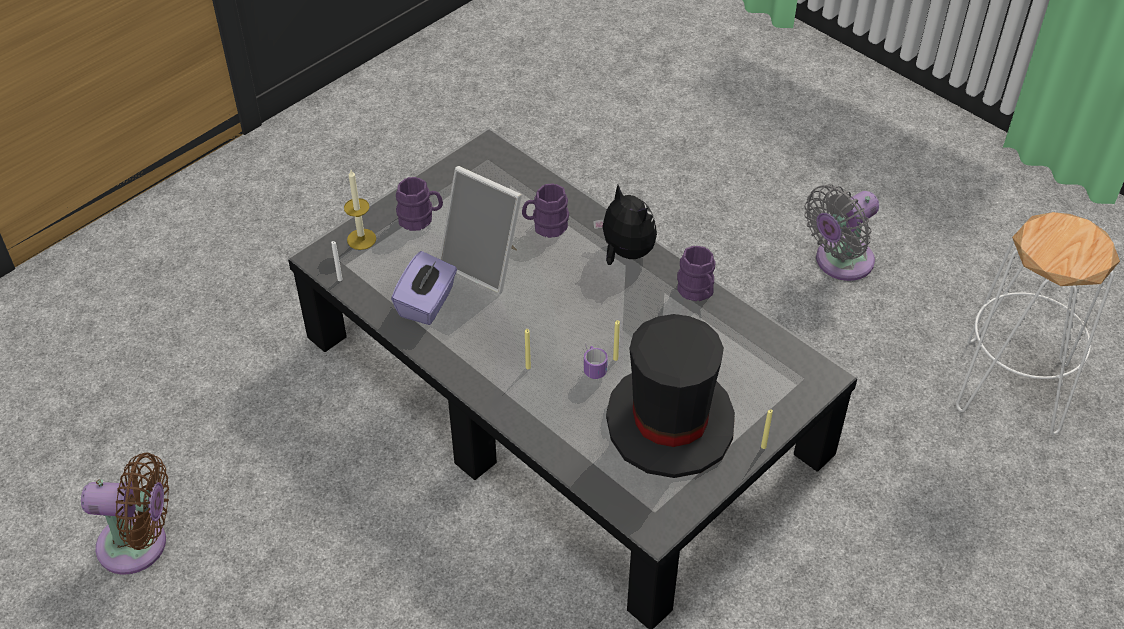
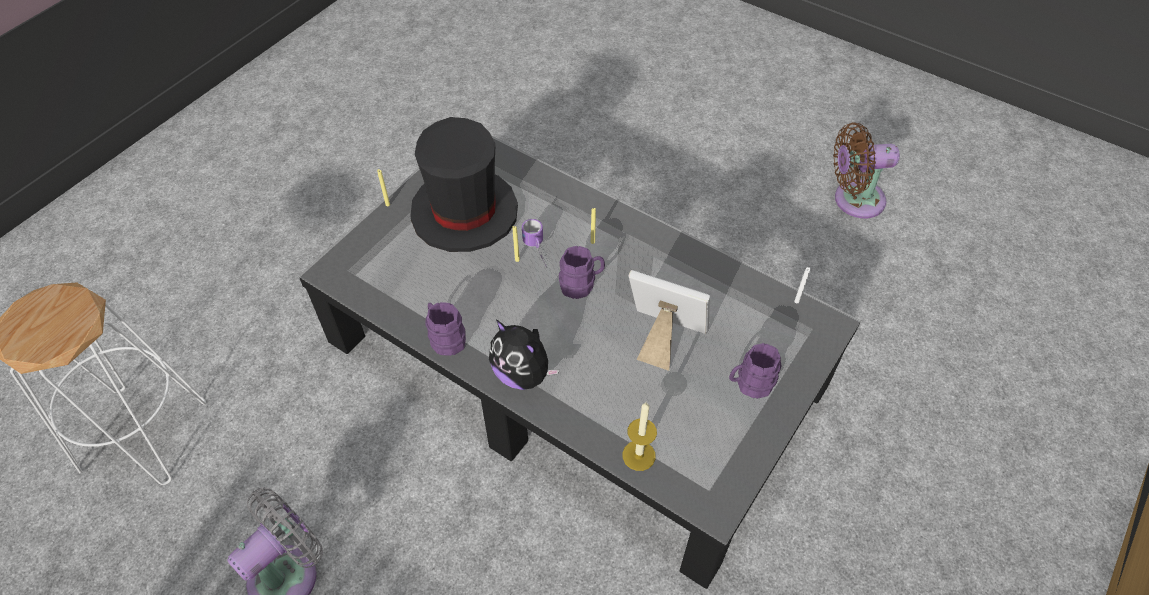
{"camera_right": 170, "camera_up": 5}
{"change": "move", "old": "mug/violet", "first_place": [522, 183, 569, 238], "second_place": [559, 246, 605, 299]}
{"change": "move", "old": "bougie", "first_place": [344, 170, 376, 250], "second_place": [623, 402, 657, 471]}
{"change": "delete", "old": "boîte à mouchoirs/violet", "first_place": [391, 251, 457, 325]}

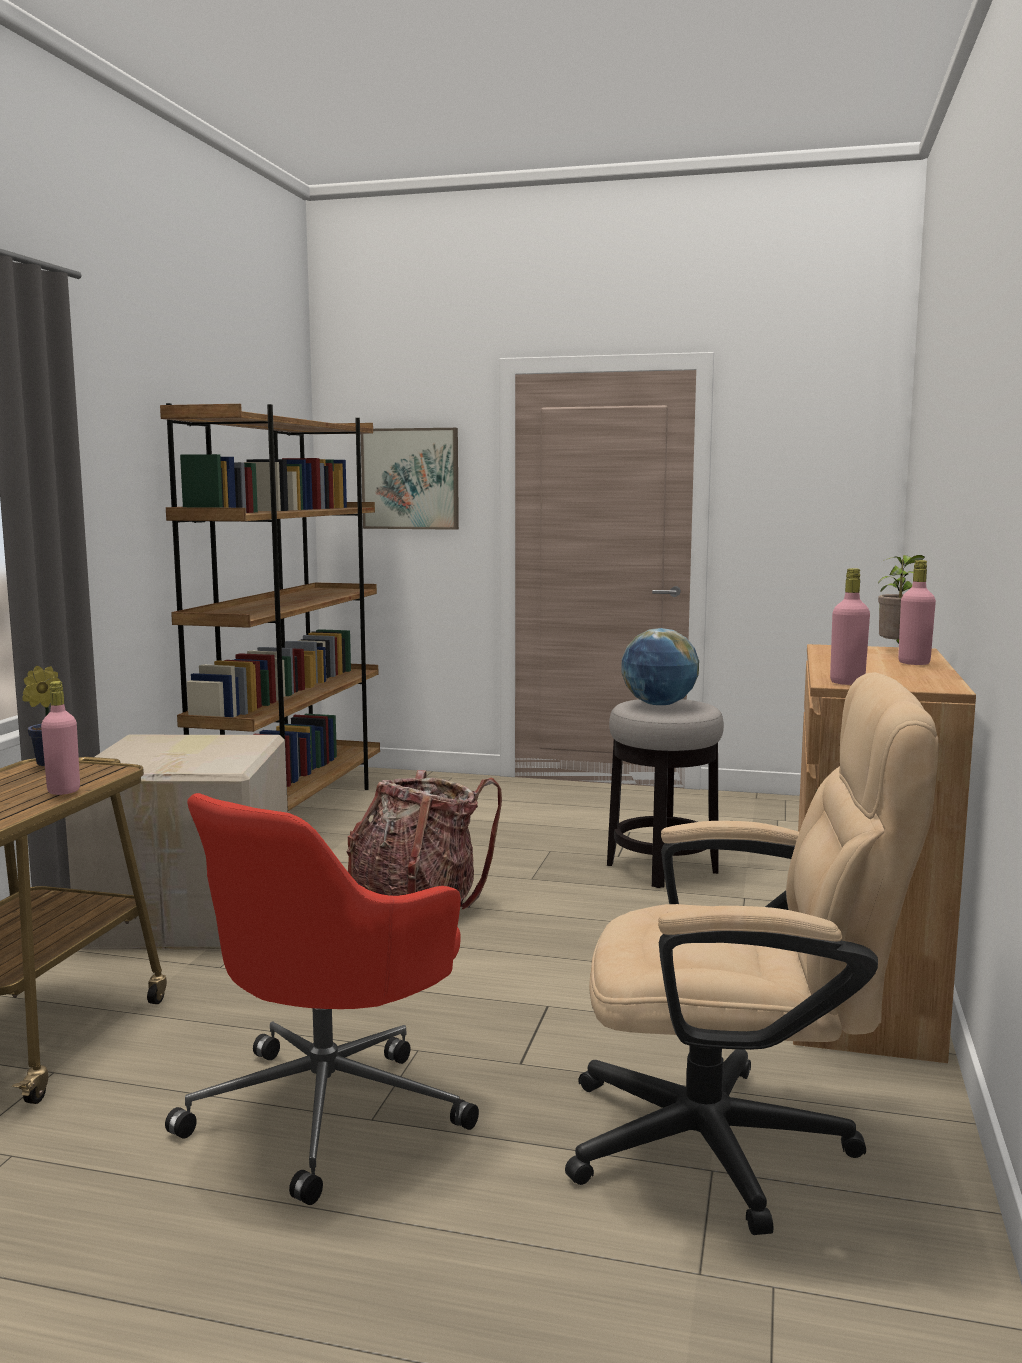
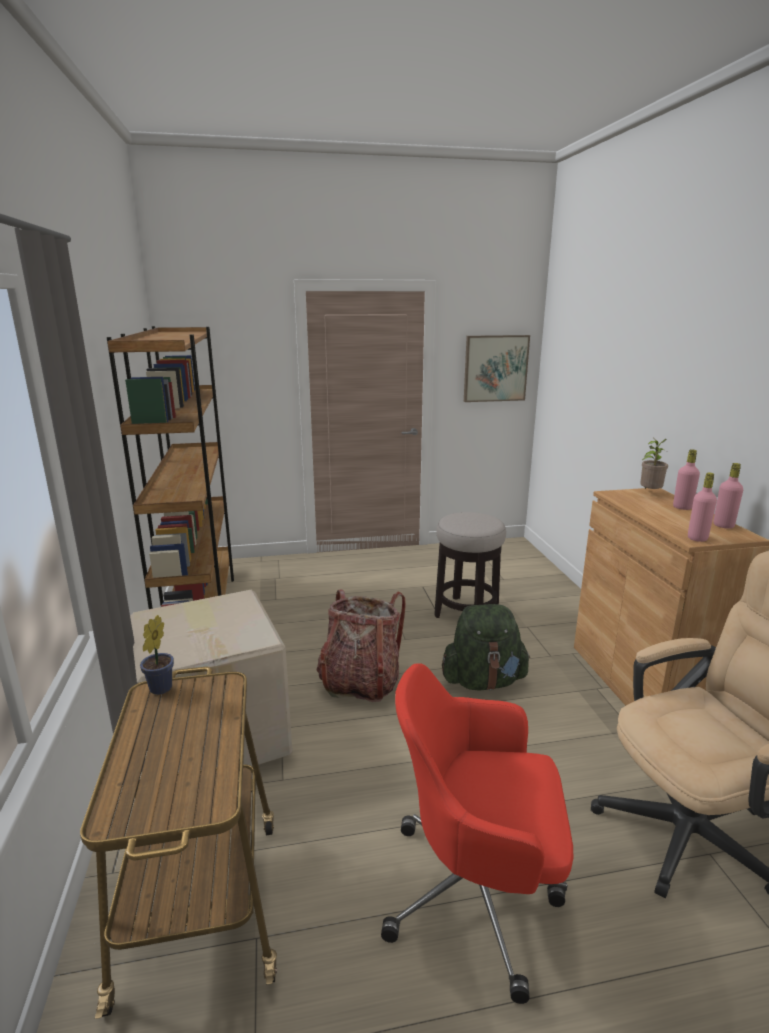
{"camera_right": -25, "camera_up": 10}
{"change": "rotate", "old": "chaise de bureau/rouge", "first_place": [165, 793, 479, 1205], "second_place": [381, 663, 573, 1004], "degrees": 90}
{"change": "insert", "new": "sac à dos/vert", "second_place": [442, 604, 530, 690]}
{"change": "move", "old": "tableau", "first_place": [361, 428, 459, 530], "second_place": [464, 335, 530, 402]}
{"change": "move", "old": "bouteille/rose", "first_place": [41, 681, 80, 795], "second_place": [713, 463, 743, 529]}
{"change": "delete", "old": "globe", "first_place": [621, 628, 699, 705]}

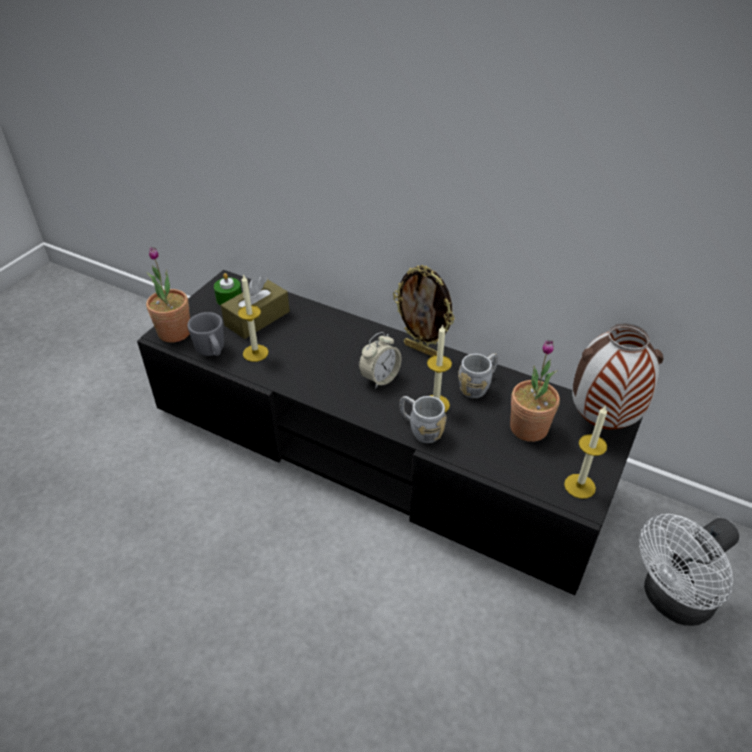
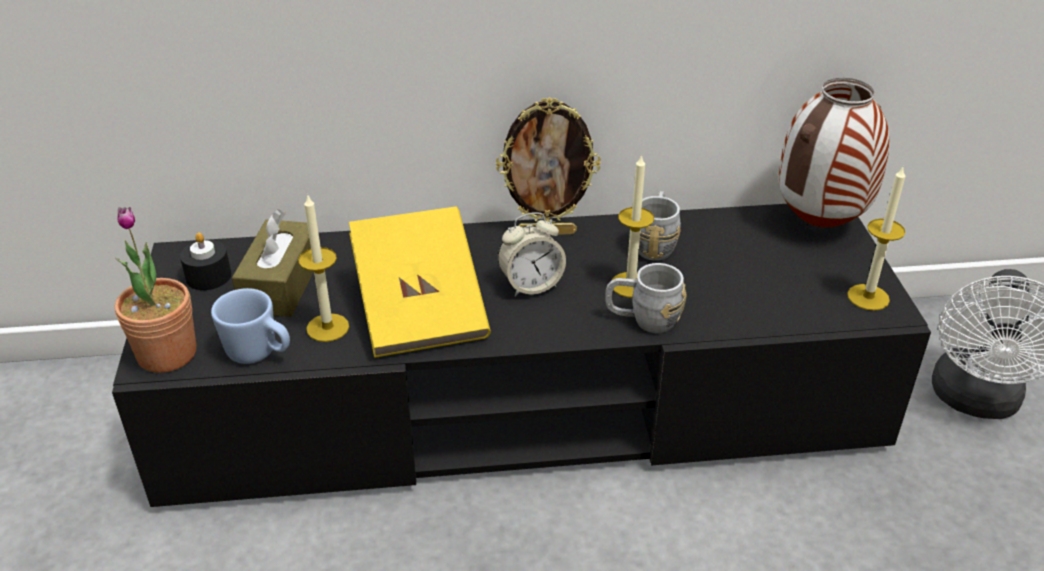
{"camera_right": -35, "camera_up": -5}
{"change": "recolor", "old": "bougie/vert", "new": "bougie/noir", "first_place": [214, 273, 242, 306], "second_place": [180, 233, 231, 290]}
{"change": "recolor", "old": "mug/gris", "new": "mug/bleu", "first_place": [187, 312, 224, 356], "second_place": [211, 288, 290, 364]}
{"change": "insert", "new": "livre/jaune", "second_place": [349, 206, 491, 358]}
{"change": "rotate", "old": "réveil", "first_place": [358, 332, 402, 389], "second_place": [498, 212, 566, 297], "degrees": 60}
{"change": "delete", "old": "plante en pot", "first_place": [510, 340, 560, 442]}

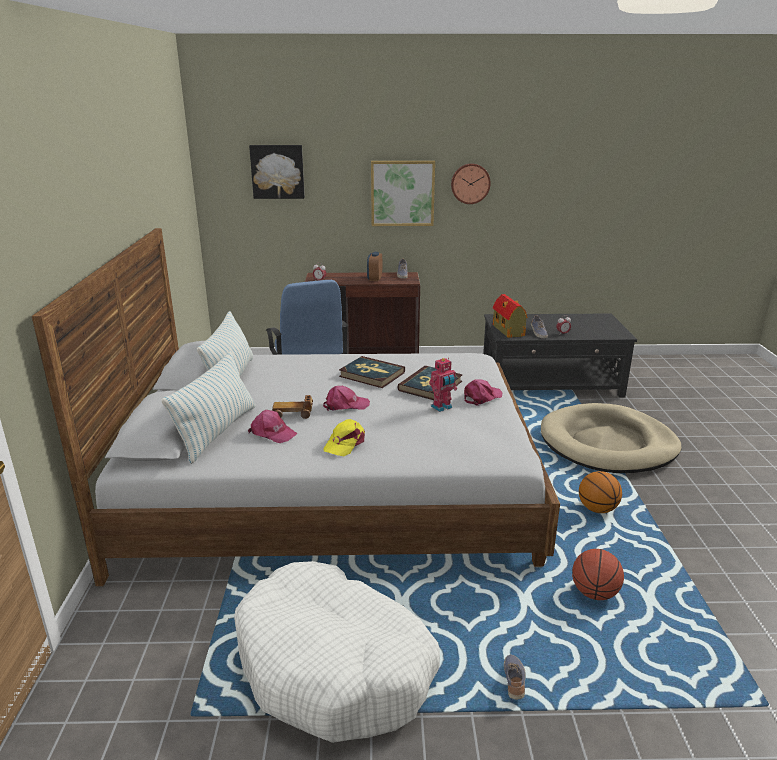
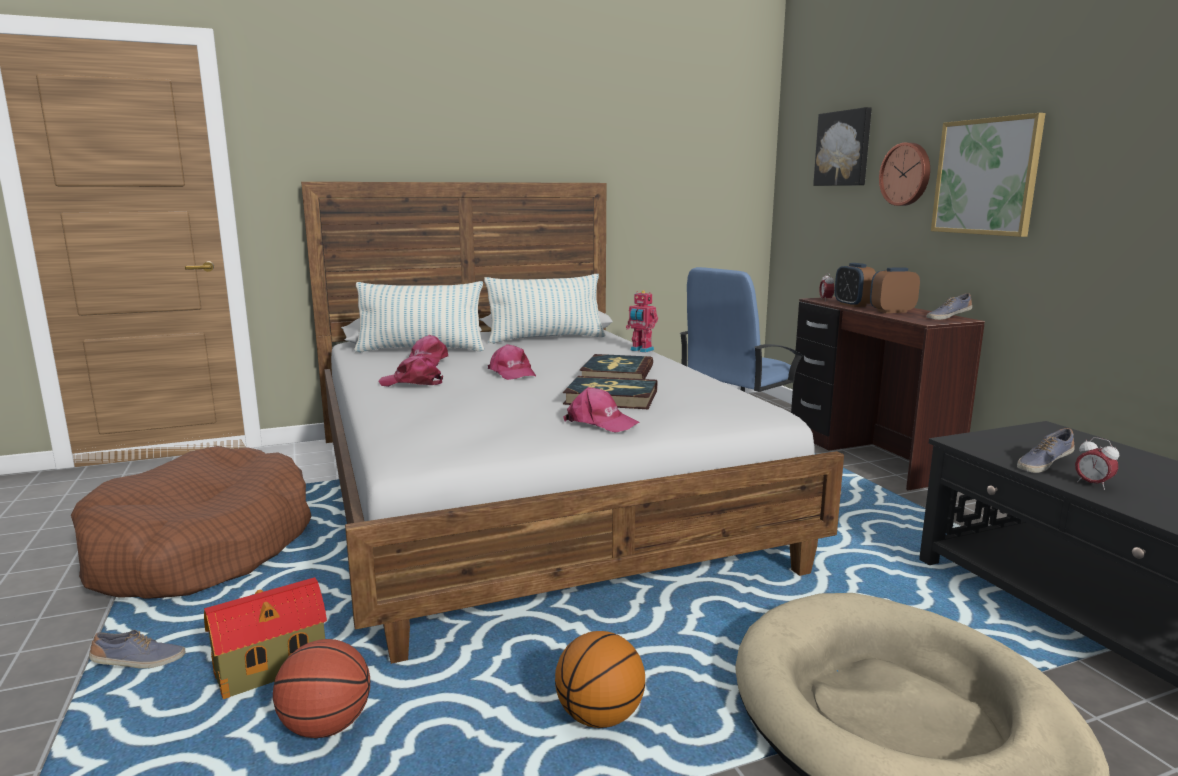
{"camera_right": 70, "camera_up": -10}
{"change": "recolor", "old": "panier pour chien/blanc", "new": "panier pour chien/marron", "first_place": [234, 561, 440, 743], "second_place": [71, 446, 311, 599]}
{"change": "move", "old": "maison miniature", "first_place": [493, 294, 528, 338], "second_place": [204, 577, 327, 699]}
{"change": "recolor", "old": "casquette/jaune", "new": "casquette/rose", "first_place": [324, 419, 365, 456], "second_place": [379, 355, 443, 387]}
{"change": "move", "old": "robot jouet", "first_place": [429, 358, 457, 412], "second_place": [626, 290, 658, 353]}
{"change": "insert", "new": "réveil", "second_place": [835, 263, 876, 307]}
{"change": "move", "old": "horloge murale", "first_place": [451, 163, 491, 204], "second_place": [879, 142, 930, 206]}
{"change": "delete", "old": "petite voiture", "first_place": [272, 395, 313, 419]}

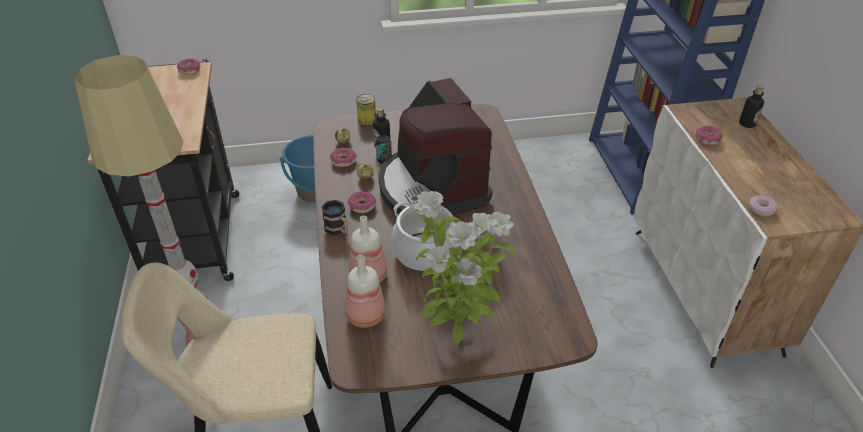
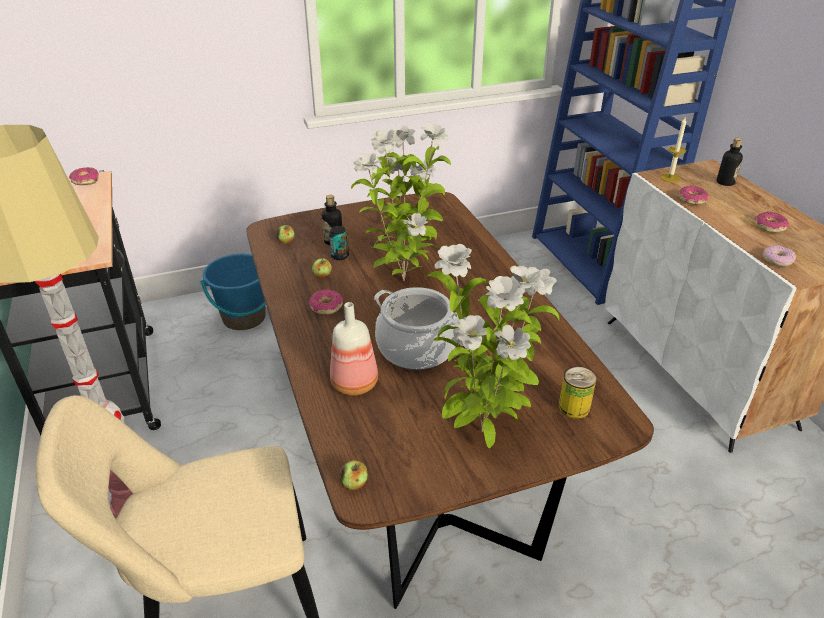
{"camera_right": -10, "camera_up": -5}
{"change": "insert", "new": "pomme", "second_place": [339, 460, 368, 490]}
{"change": "replace", "old": "machine à café", "new": "plante en pot", "first_place": [378, 78, 493, 216], "second_place": [351, 123, 451, 281]}
{"change": "move", "old": "boîte métallique", "first_place": [356, 94, 376, 125], "second_place": [559, 366, 596, 419]}
{"change": "insert", "new": "bougie", "second_place": [660, 118, 686, 183]}
{"change": "move", "old": "beignet", "first_place": [330, 148, 357, 167], "second_place": [755, 212, 789, 233]}
{"change": "delete", "old": "mug", "first_place": [321, 200, 348, 235]}
{"change": "delete", "old": "bouteille", "first_place": [345, 255, 386, 328]}

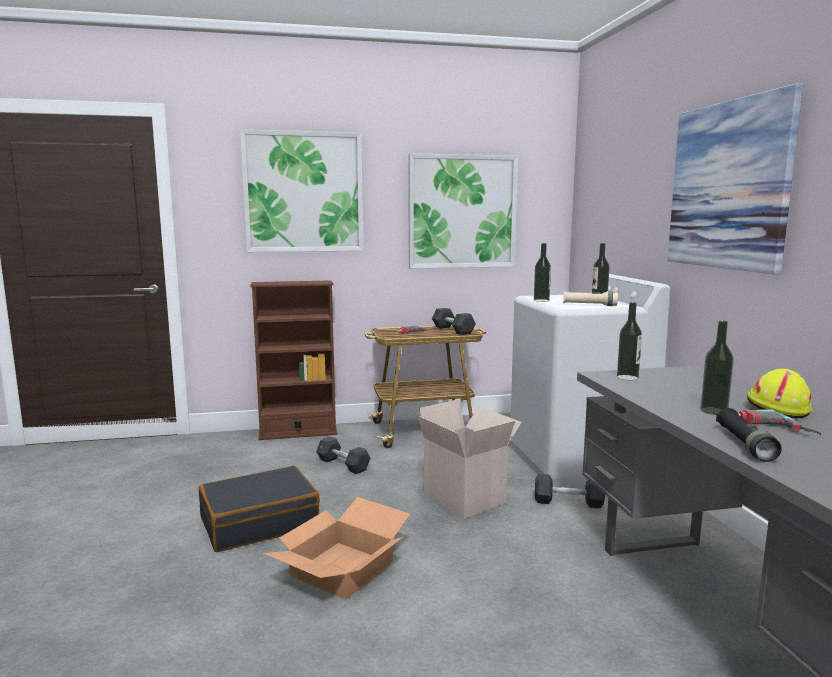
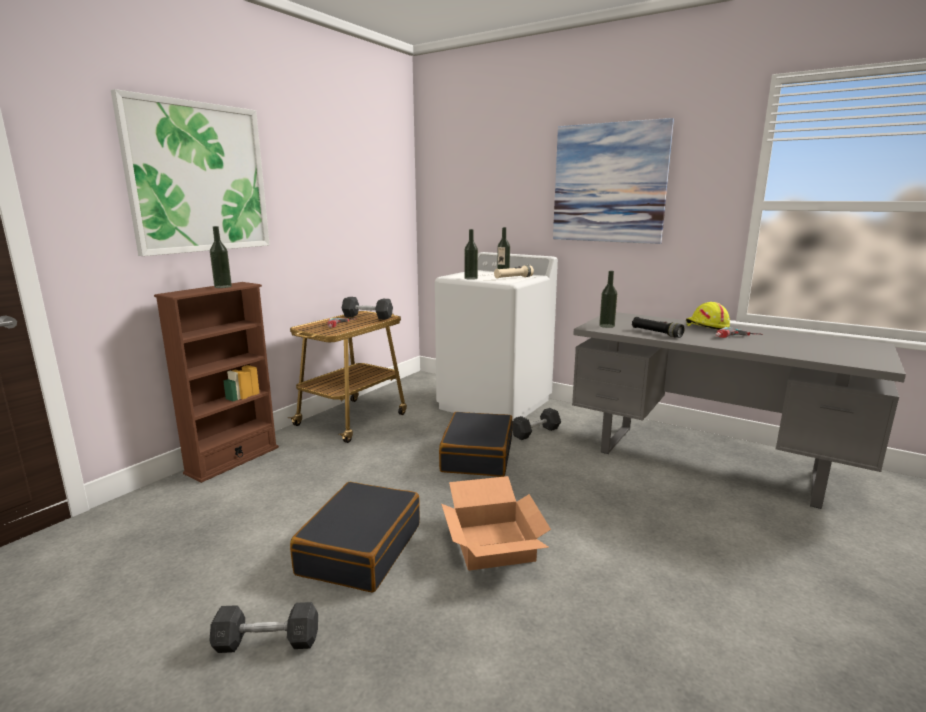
{"camera_right": -45, "camera_up": 5}
{"change": "move", "old": "bouteille", "first_place": [701, 321, 734, 415], "second_place": [210, 226, 232, 288]}
{"change": "move", "old": "haltère/gris", "first_place": [316, 437, 370, 474], "second_place": [210, 602, 318, 653]}
{"change": "replace", "old": "carton", "new": "valise/noir", "first_place": [417, 399, 522, 519], "second_place": [439, 412, 512, 477]}
{"change": "move", "old": "lampe de poche/noir", "first_place": [716, 408, 782, 462], "second_place": [632, 317, 685, 338]}
{"change": "delete", "old": "tableau", "first_place": [408, 153, 518, 269]}

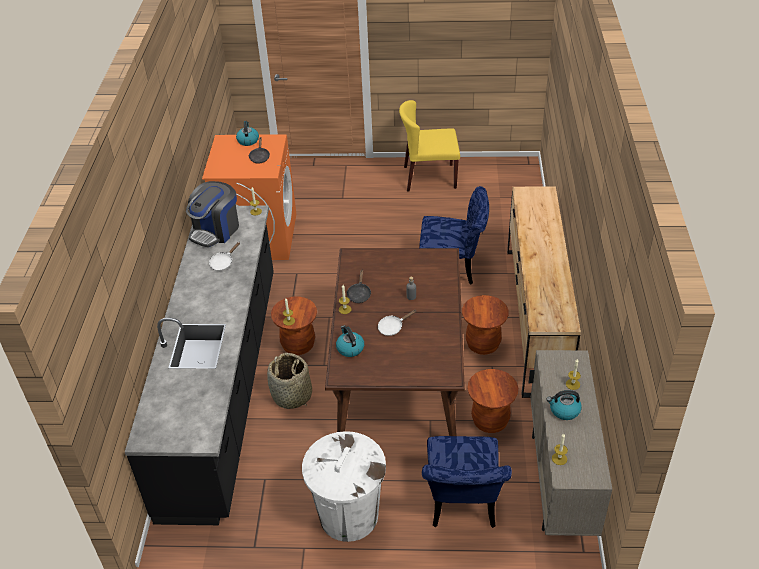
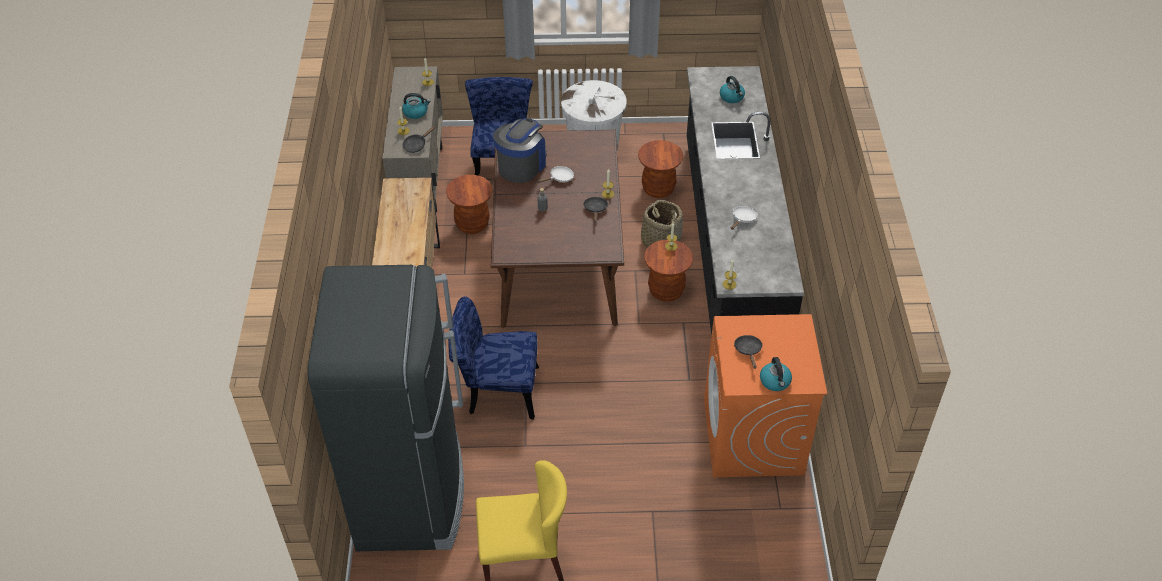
{"camera_right": 175, "camera_up": 5}
{"change": "insert", "new": "réfrigérateur/noir", "second_place": [308, 265, 464, 551]}
{"change": "insert", "new": "poêle/noir", "second_place": [403, 126, 435, 153]}
{"change": "move", "old": "machine à café", "first_place": [186, 181, 239, 247], "second_place": [493, 118, 547, 183]}
{"change": "move", "old": "tabouret/marron", "first_place": [462, 295, 509, 355], "second_place": [638, 140, 683, 198]}
{"change": "move", "old": "bouilloire", "first_place": [336, 325, 364, 357], "second_place": [720, 76, 745, 103]}

